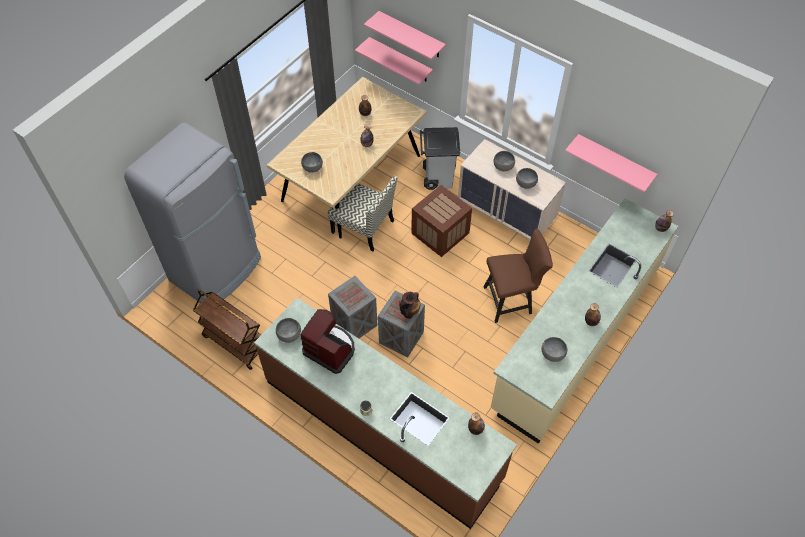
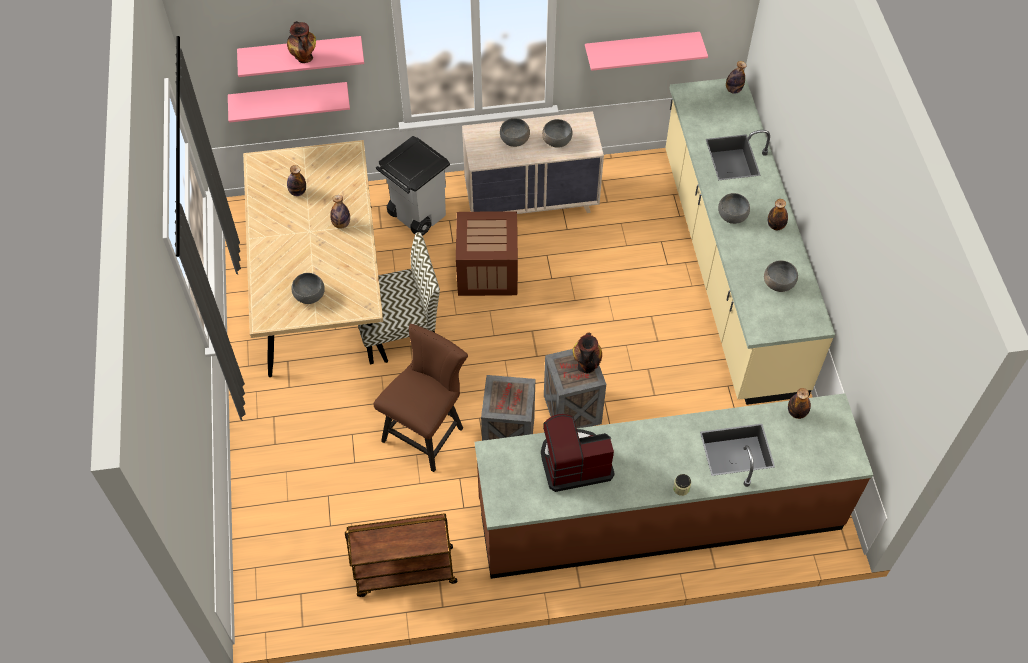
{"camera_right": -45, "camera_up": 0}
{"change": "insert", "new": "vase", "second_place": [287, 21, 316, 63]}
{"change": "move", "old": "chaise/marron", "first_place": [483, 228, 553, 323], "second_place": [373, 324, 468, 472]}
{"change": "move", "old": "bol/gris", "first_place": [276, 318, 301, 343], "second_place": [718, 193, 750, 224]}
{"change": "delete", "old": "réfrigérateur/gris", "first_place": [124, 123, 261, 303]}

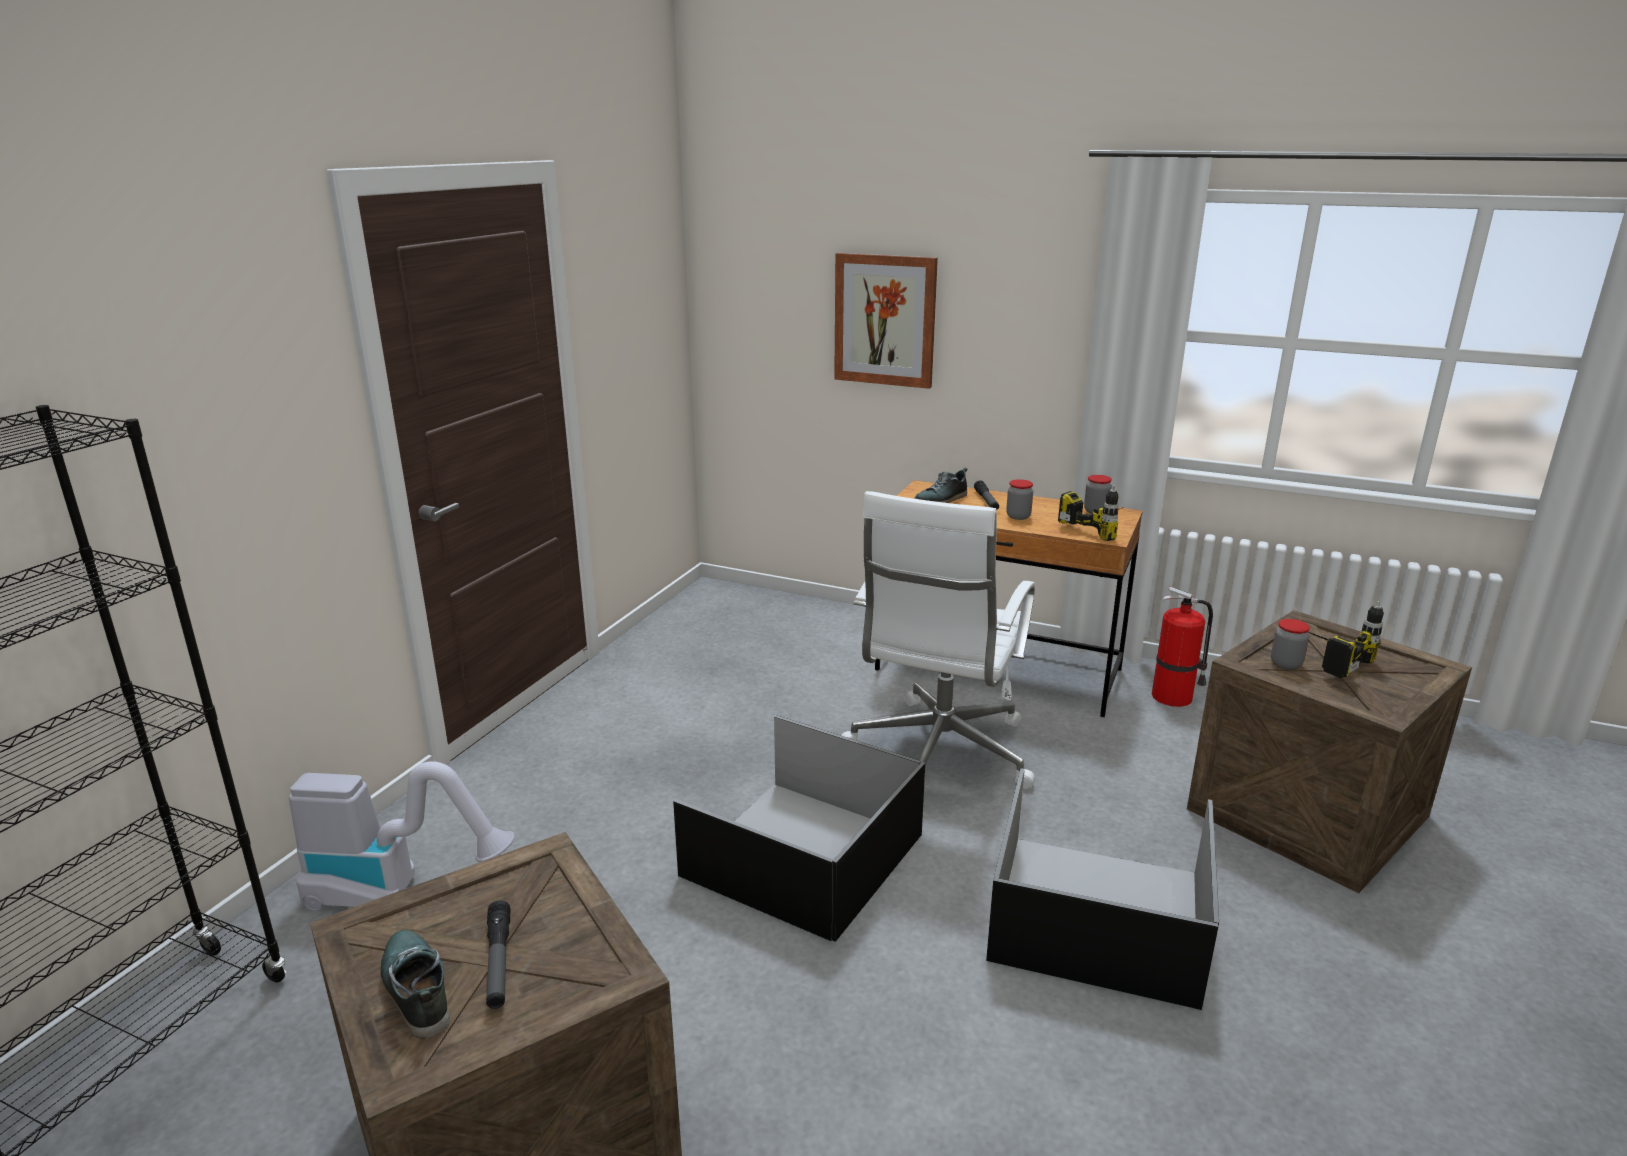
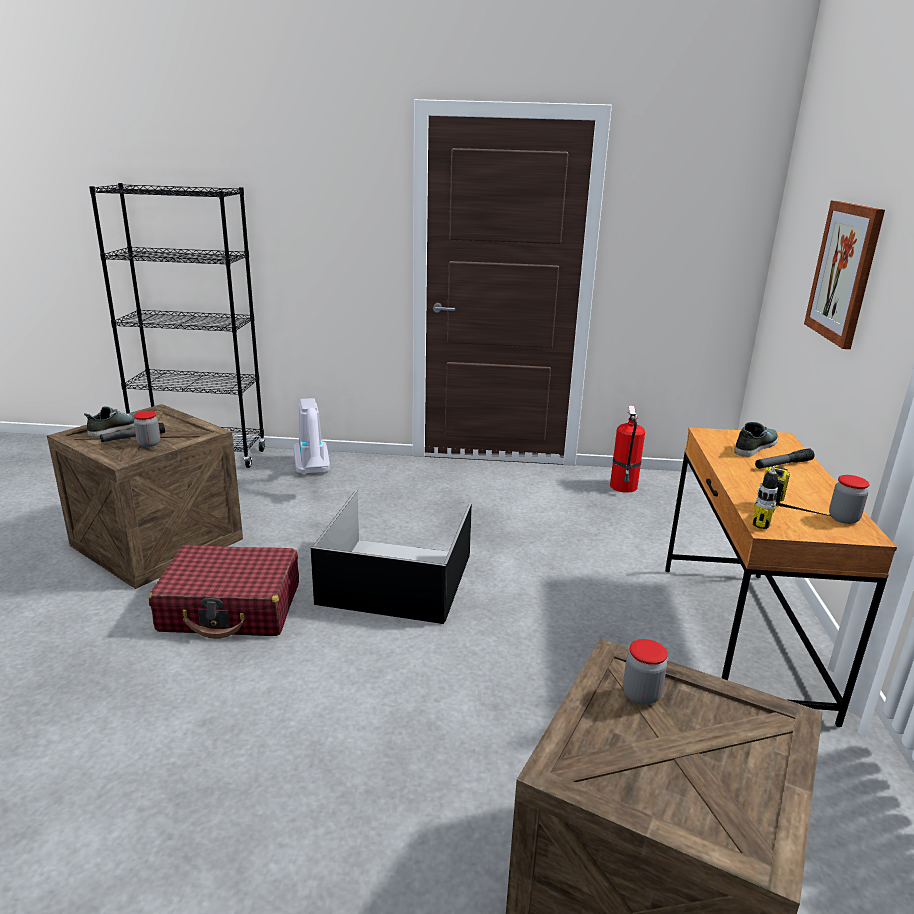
{"camera_right": 70, "camera_up": 0}
{"change": "move", "old": "bocal", "first_place": [1006, 479, 1033, 520], "second_place": [134, 411, 160, 447]}
{"change": "insert", "new": "valise/rouge", "second_place": [149, 545, 299, 639]}
{"change": "move", "old": "extincteur", "first_place": [1152, 586, 1213, 707], "second_place": [610, 406, 645, 493]}
{"change": "rotate", "old": "chaussure", "first_place": [914, 468, 967, 503], "second_place": [734, 422, 778, 457], "degrees": 105}
{"change": "delete", "old": "chaise de bureau/blanc", "first_place": [841, 491, 1035, 789]}
{"change": "delete", "old": "boîte de rangement/noir", "first_place": [986, 768, 1219, 1010]}
{"change": "delete", "old": "perceuse", "first_place": [1308, 601, 1384, 678]}

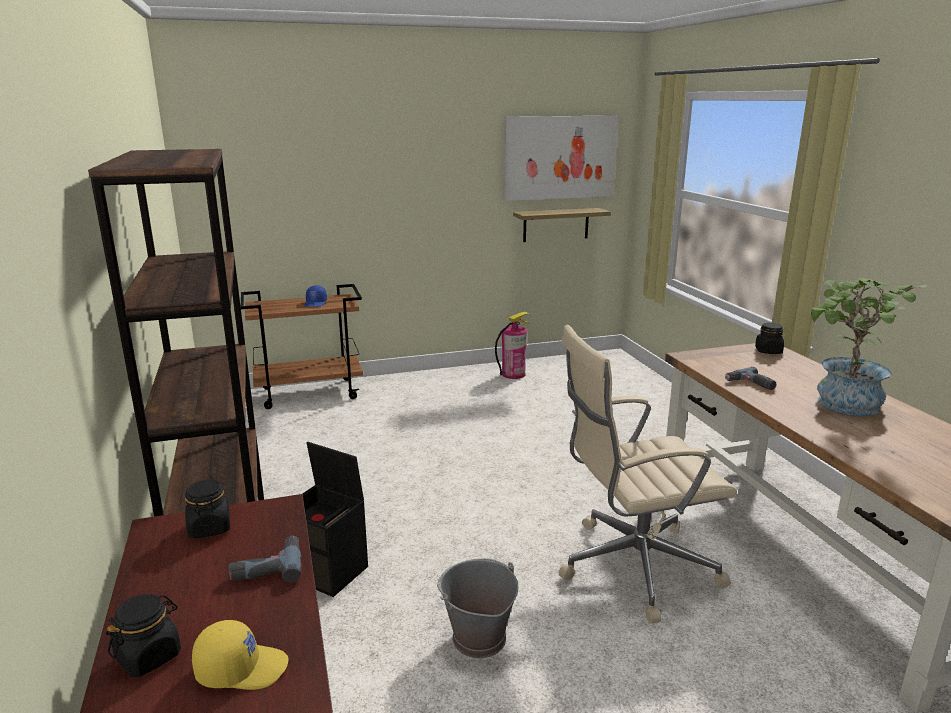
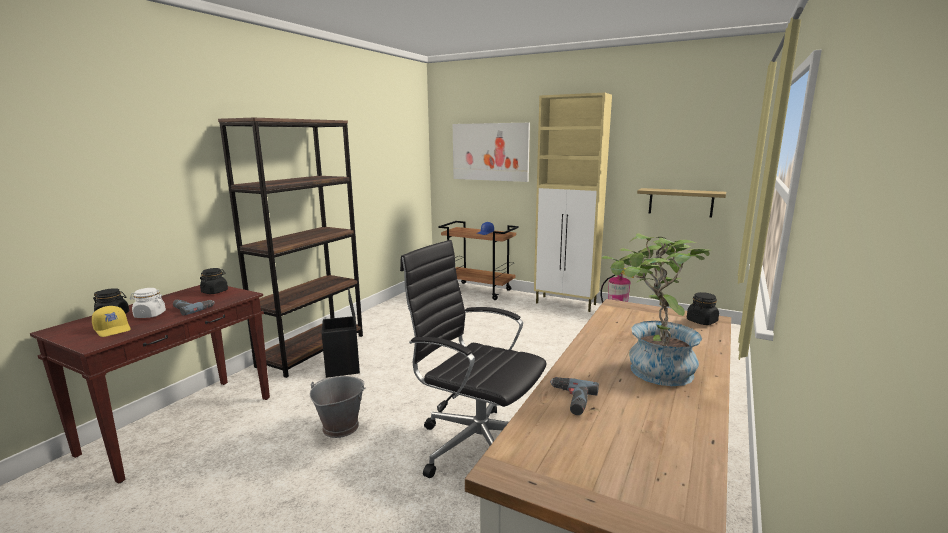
{"camera_right": 45, "camera_up": -5}
{"change": "insert", "new": "bocal/blanc", "second_place": [130, 288, 166, 318]}
{"change": "recolor", "old": "chaise de bureau/beige", "new": "chaise de bureau/noir", "first_place": [559, 325, 737, 624], "second_place": [400, 240, 547, 478]}
{"change": "move", "old": "tableau", "first_place": [504, 116, 618, 201], "second_place": [453, 123, 530, 182]}
{"change": "insert", "new": "meuble de rangement/beige", "second_place": [534, 93, 612, 312]}
{"change": "move", "old": "perceuse", "first_place": [725, 367, 776, 390], "second_place": [550, 377, 599, 415]}

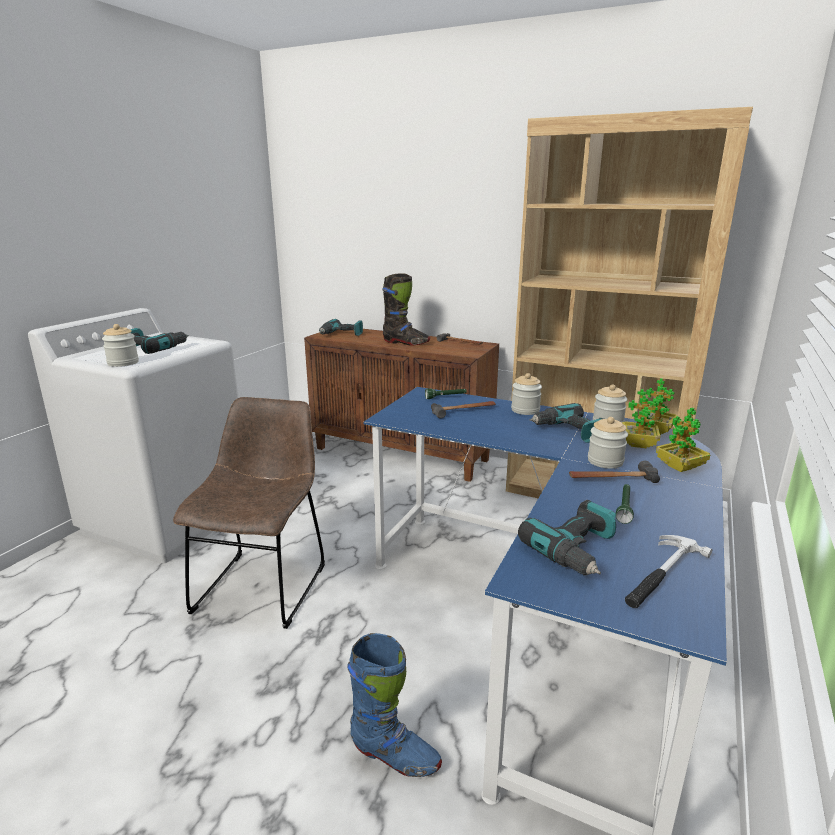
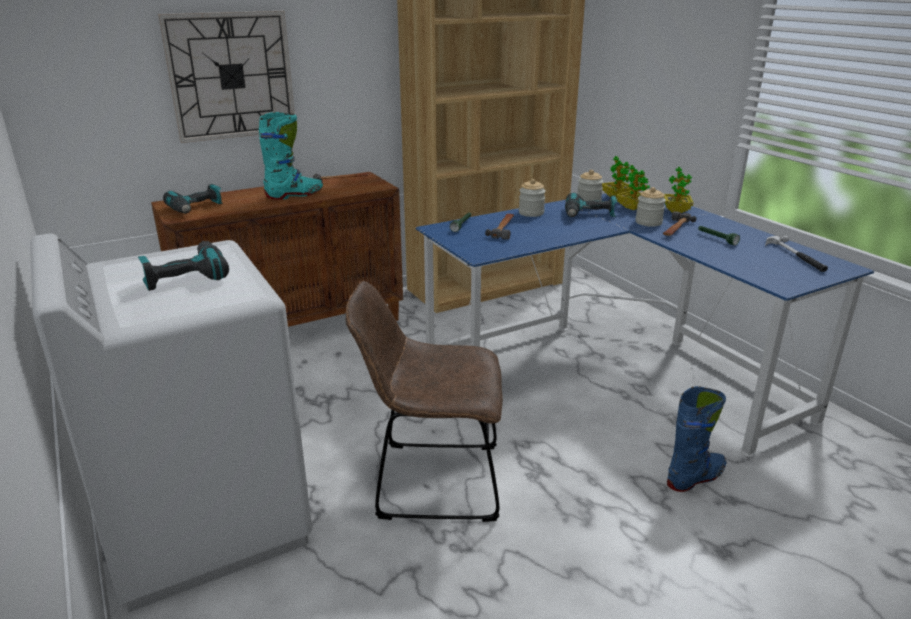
{"camera_right": -55, "camera_up": 5}
{"change": "insert", "new": "horloge murale", "second_place": [158, 11, 295, 143]}
{"change": "recolor", "old": "botte/noir", "new": "botte/turquoise", "first_place": [382, 273, 430, 346], "second_place": [259, 112, 323, 200]}
{"change": "rotate", "old": "chaise/marron", "first_place": [173, 397, 325, 629], "second_place": [346, 281, 503, 522], "degrees": -45}
{"change": "delete", "old": "bocal", "first_place": [102, 324, 139, 367]}
{"change": "delete", "old": "perceuse", "first_place": [518, 500, 616, 576]}

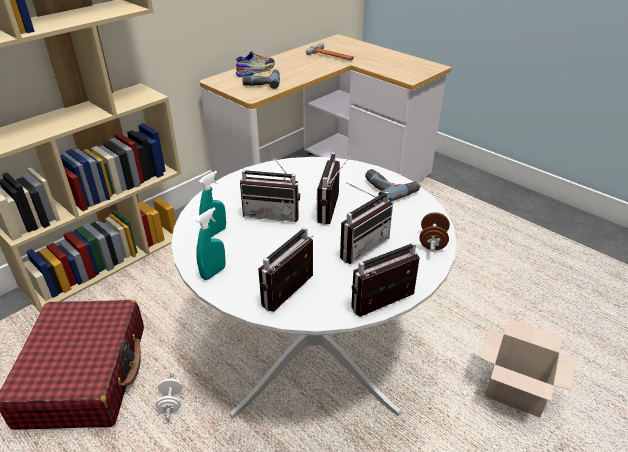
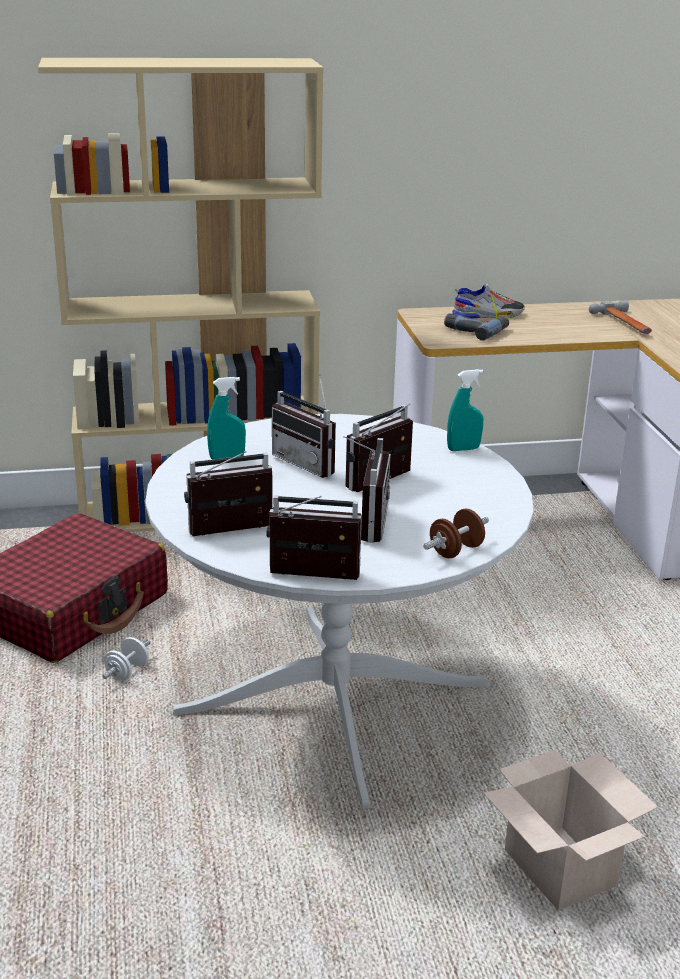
{"camera_right": 35, "camera_up": -10}
{"change": "rotate", "old": "radio", "first_place": [340, 182, 393, 264], "second_place": [343, 436, 391, 543], "degrees": -75}
{"change": "move", "old": "vaporisateur/turquoise", "first_place": [196, 207, 226, 280], "second_place": [447, 369, 483, 451]}
{"change": "delete", "old": "perceuse", "first_place": [365, 169, 421, 202]}

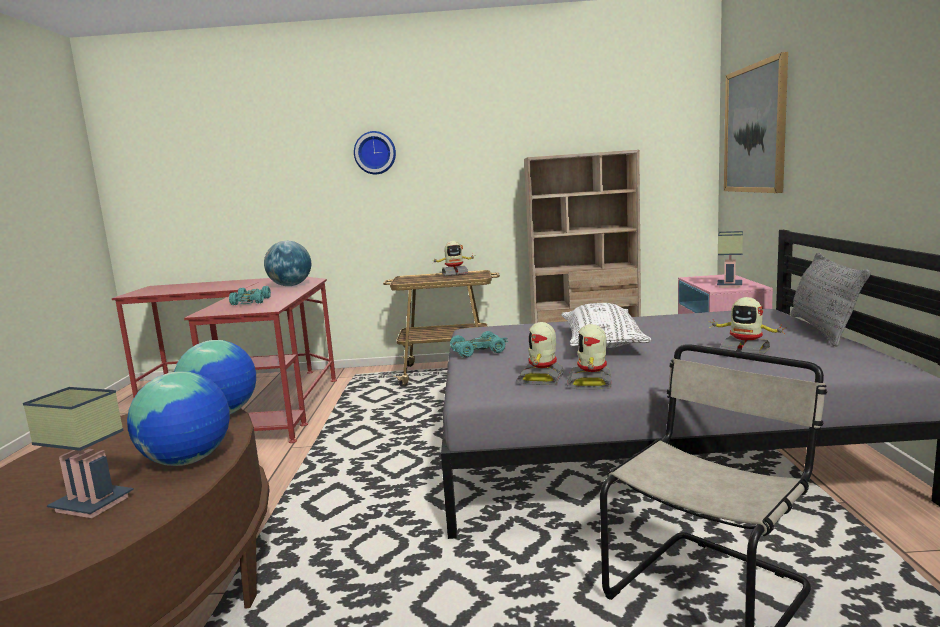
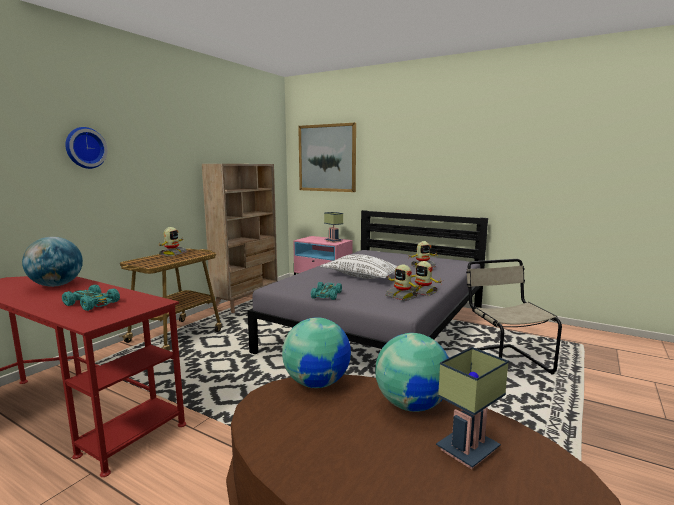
{"camera_right": -60, "camera_up": 0}
{"change": "delete", "old": "coussin/gris", "first_place": [790, 252, 871, 347]}

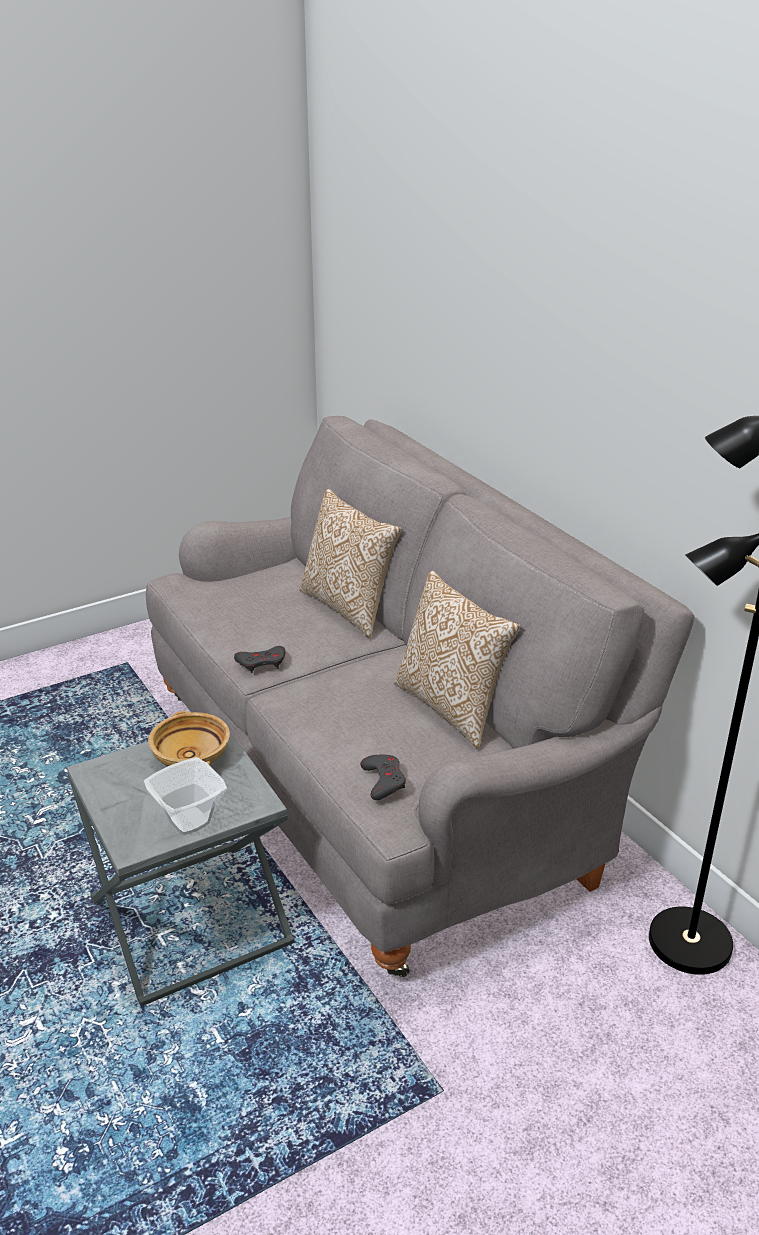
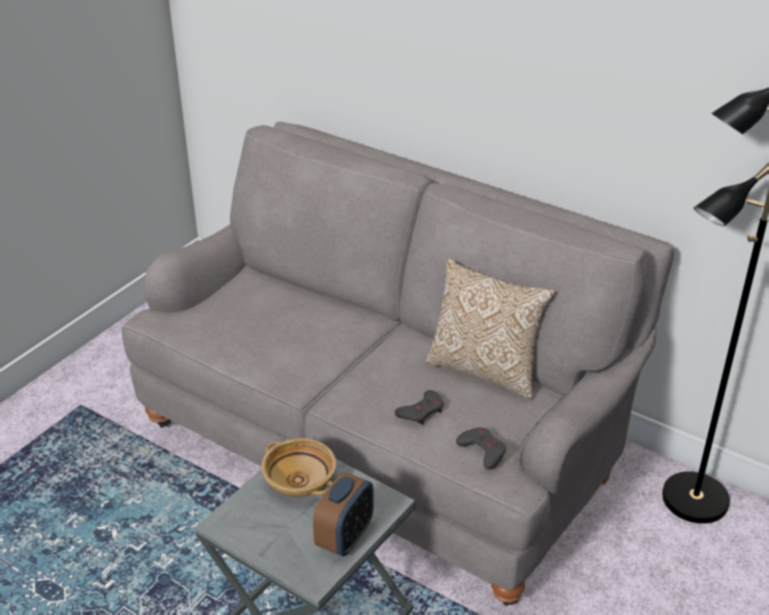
{"camera_right": -25, "camera_up": 5}
{"change": "replace", "old": "bol", "new": "réveil", "first_place": [144, 757, 227, 835], "second_place": [313, 472, 374, 557]}
{"change": "move", "old": "manette/gris", "first_place": [234, 646, 286, 673], "second_place": [395, 390, 444, 425]}
{"change": "delete", "old": "coussin", "first_place": [299, 489, 401, 638]}

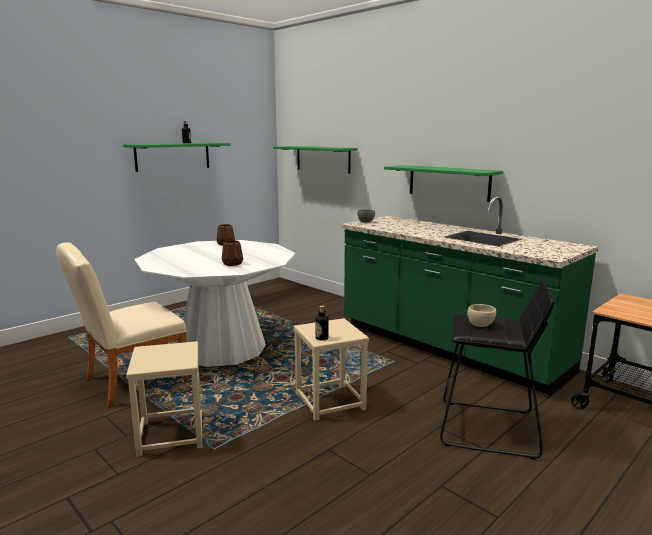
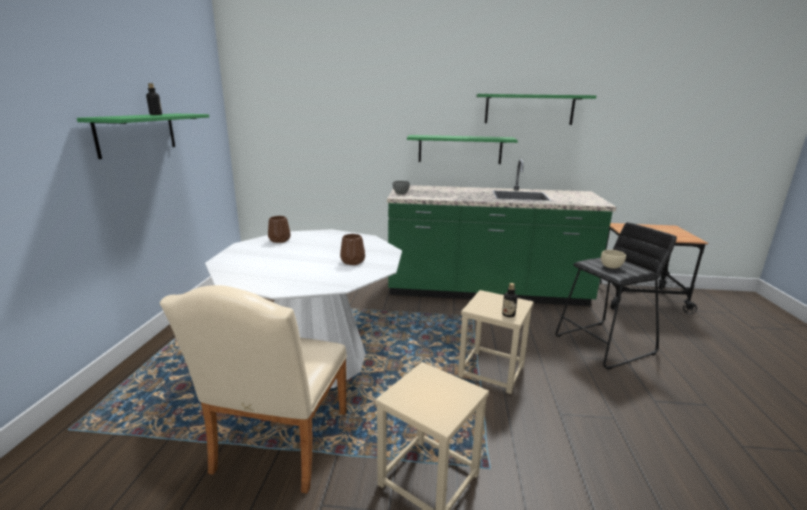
{"camera_right": -40, "camera_up": 5}
{"change": "move", "old": "étagère/vert", "first_place": [273, 146, 358, 173], "second_place": [476, 94, 596, 125]}

